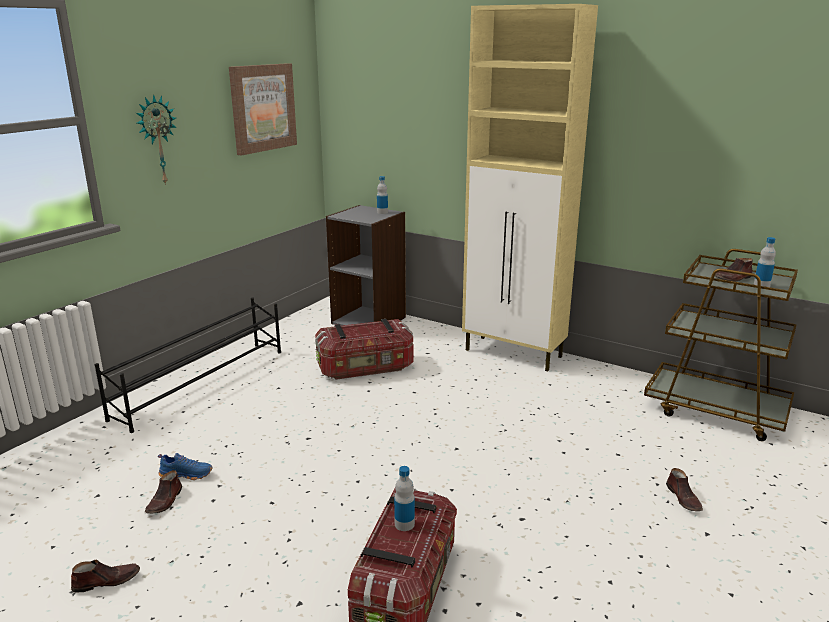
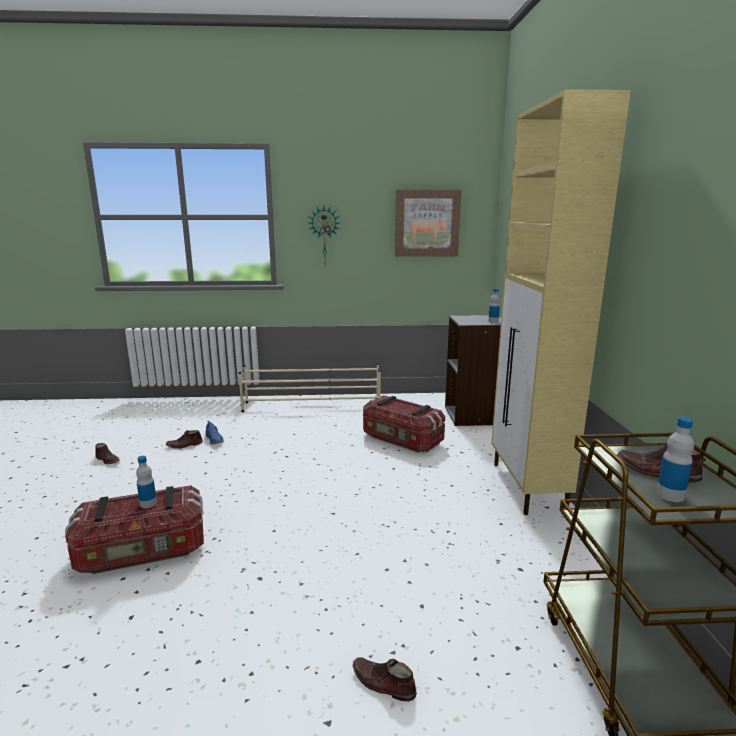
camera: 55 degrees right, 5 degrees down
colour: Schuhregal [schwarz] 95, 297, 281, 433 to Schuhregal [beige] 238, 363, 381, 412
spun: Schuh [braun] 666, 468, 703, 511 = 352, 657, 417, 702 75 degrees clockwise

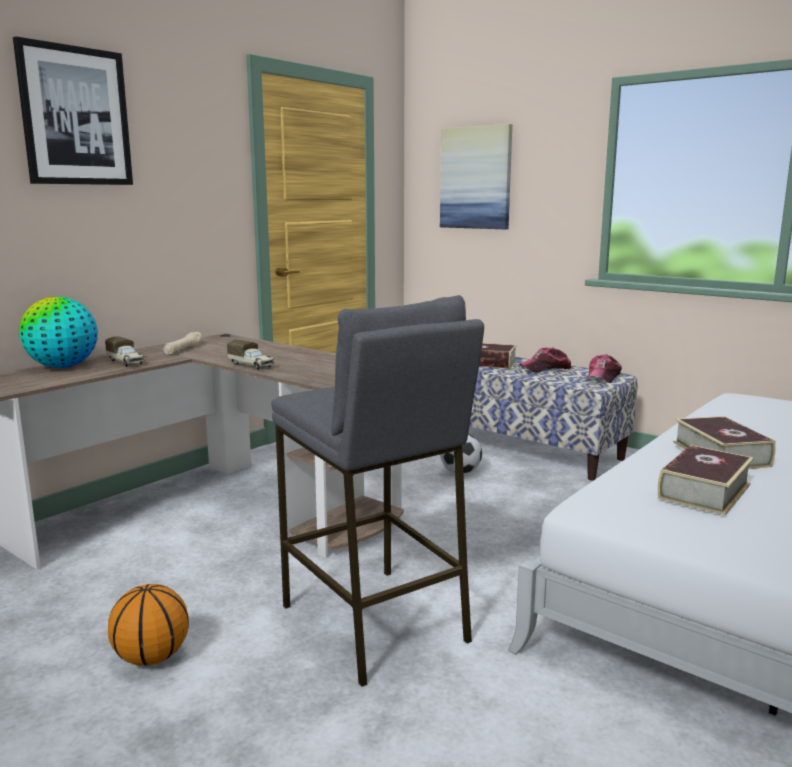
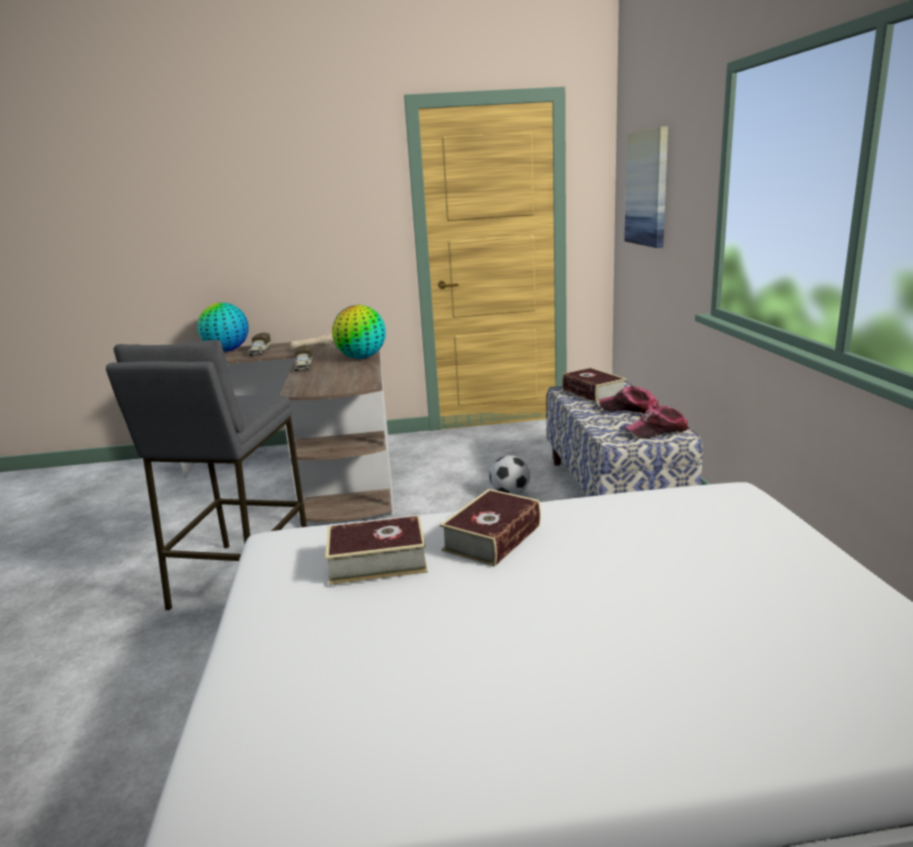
camera: 45 degrees right, 5 degrees up
missing: Bild 13, 36, 133, 185; Basketball 108, 584, 189, 666
appeared: Globus 332, 305, 386, 359

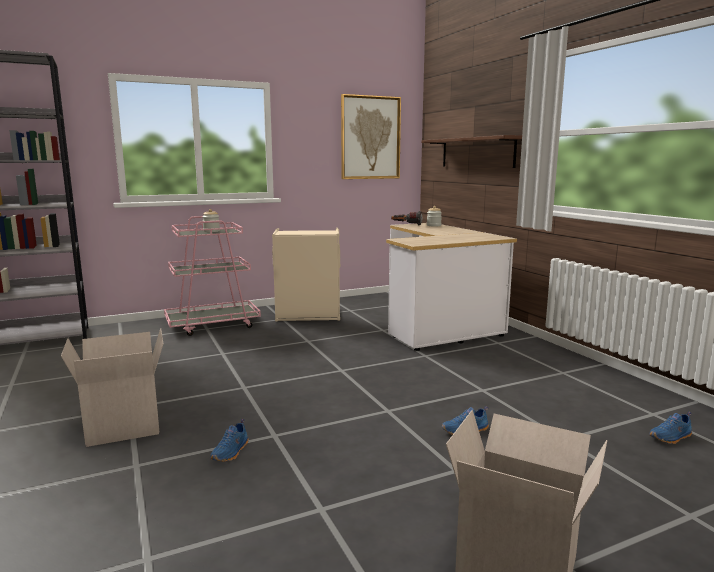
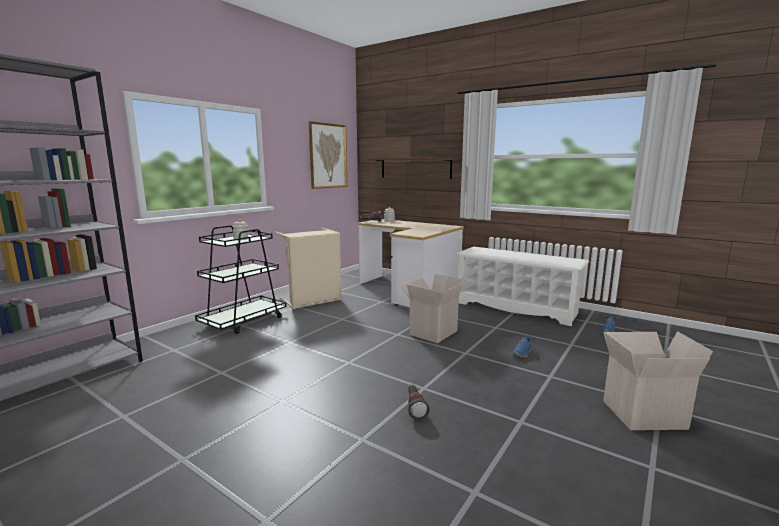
camera: 30 degrees left, 0 degrees up
appeared: Schuhregal [weiß] 456, 247, 589, 326
relocated: Karton 61, 328, 163, 447 to 401, 274, 464, 343
exchanged: Schuh [blau] 210, 419, 248, 462 to Taschenlampe 408, 385, 430, 420
colour: Rollwagen [rosa] 164, 216, 261, 336 to Rollwagen [schwarz] 195, 225, 286, 334

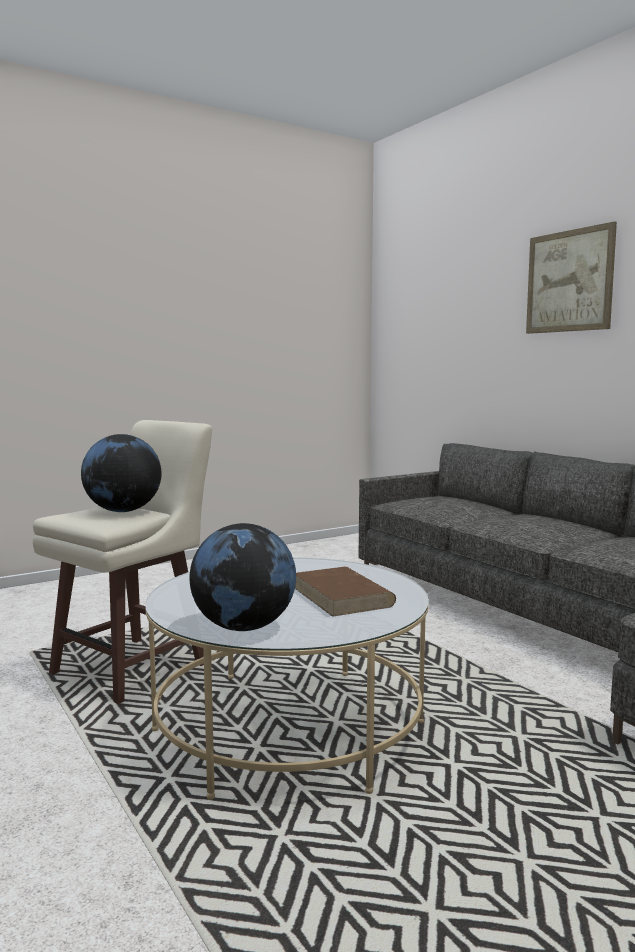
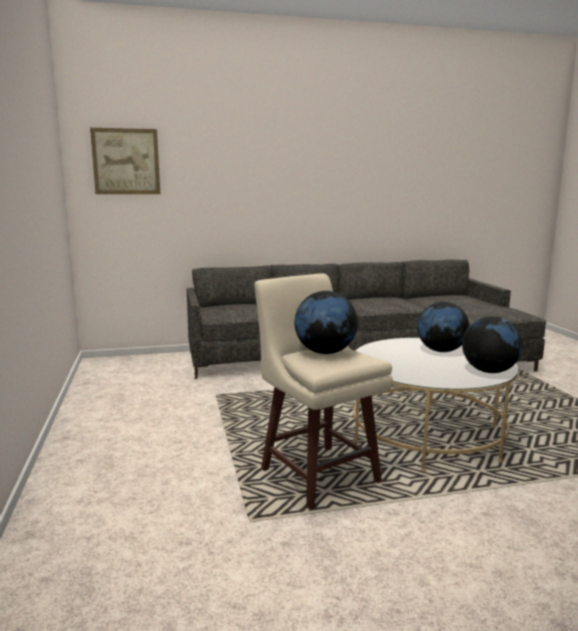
camera: 70 degrees left, 5 degrees up
relocated: Bild 526, 221, 617, 334 to 90, 128, 160, 194
exchanged: Buch [braun] 295, 567, 396, 617 to Globus 417, 302, 470, 352

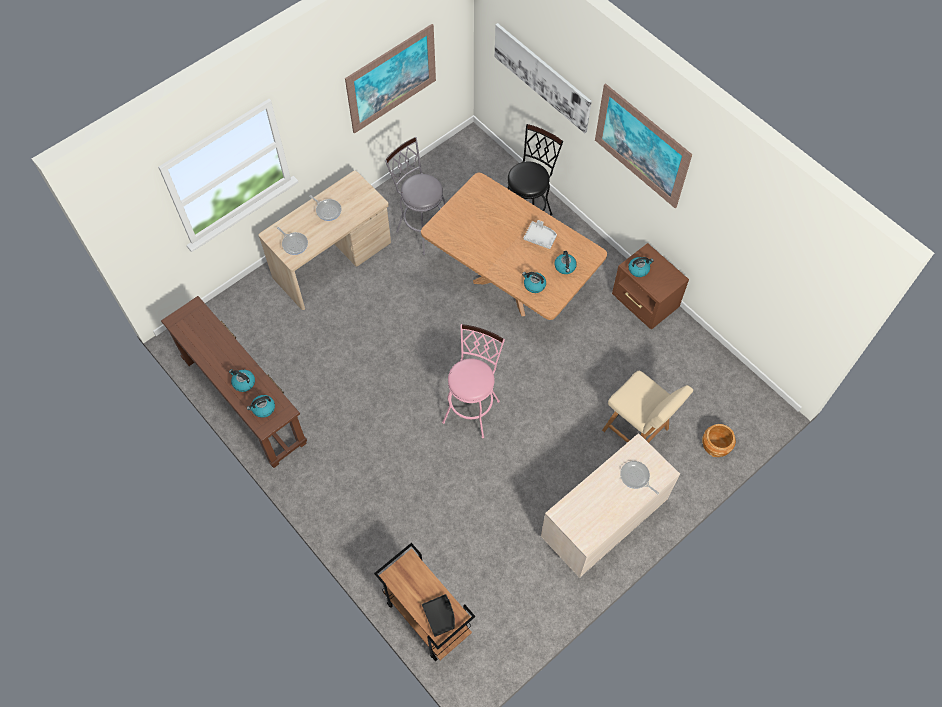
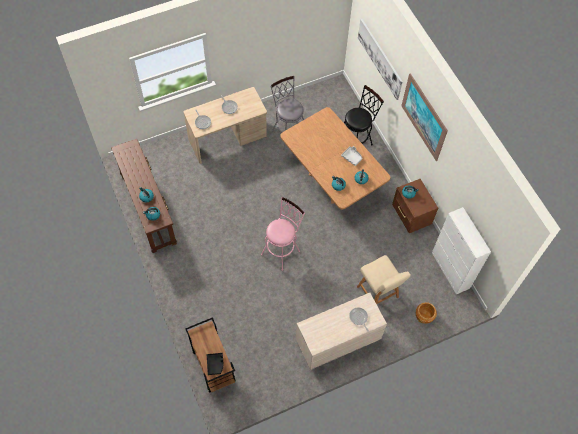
camera: 15 degrees right, 0 degrees up
missing: Bild 345, 24, 436, 134
appeared: Schrank [weiß] 432, 207, 491, 294

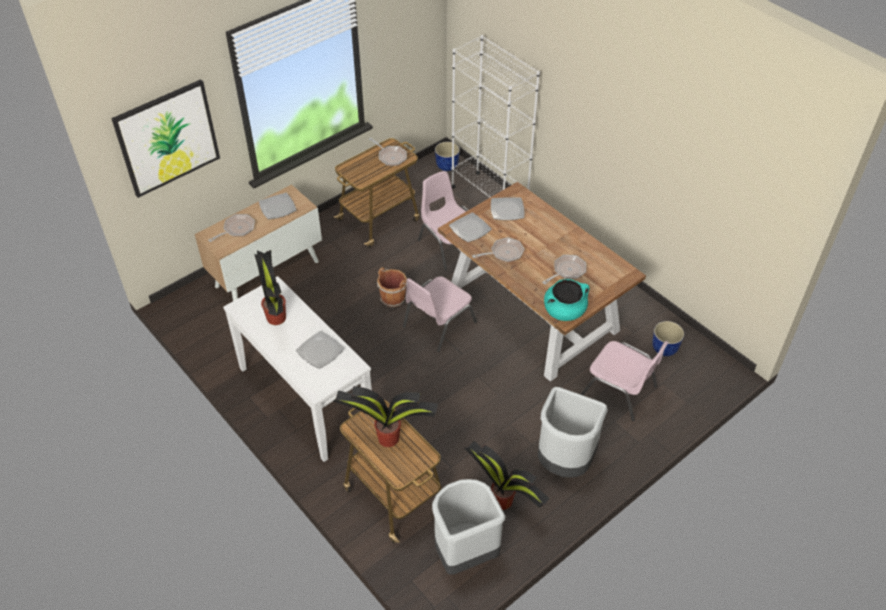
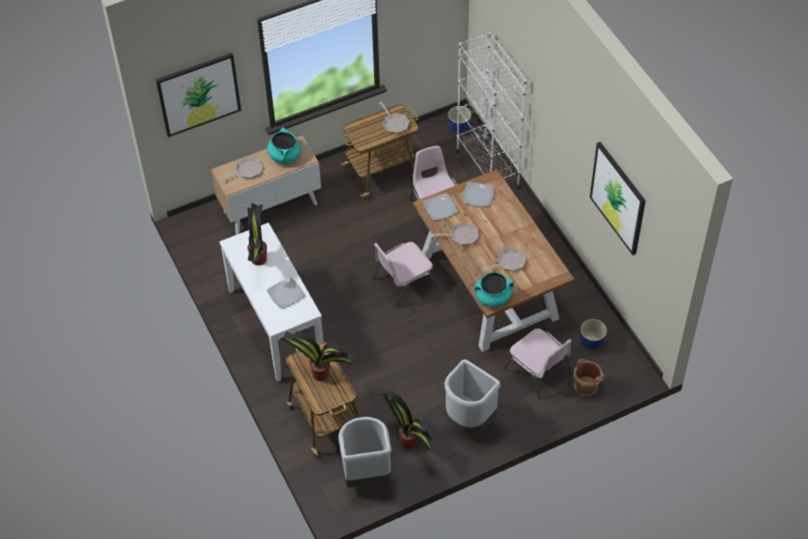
camera: 15 degrees right, 5 degrees up
appeared: Bild 590, 142, 646, 255
relocated: Eimer [braun] 377, 267, 407, 307 to 573, 359, 604, 396
exchanged: Teller 259, 193, 296, 219 to Kochtopf [türkis] 267, 127, 301, 164

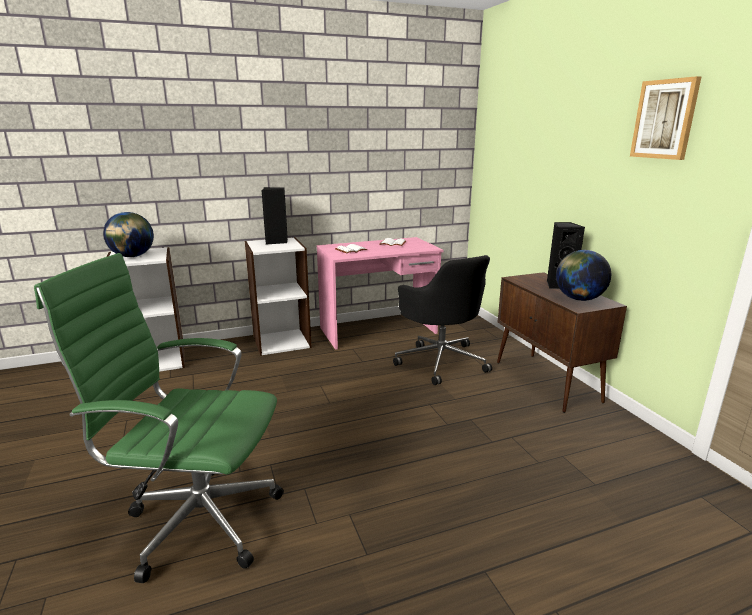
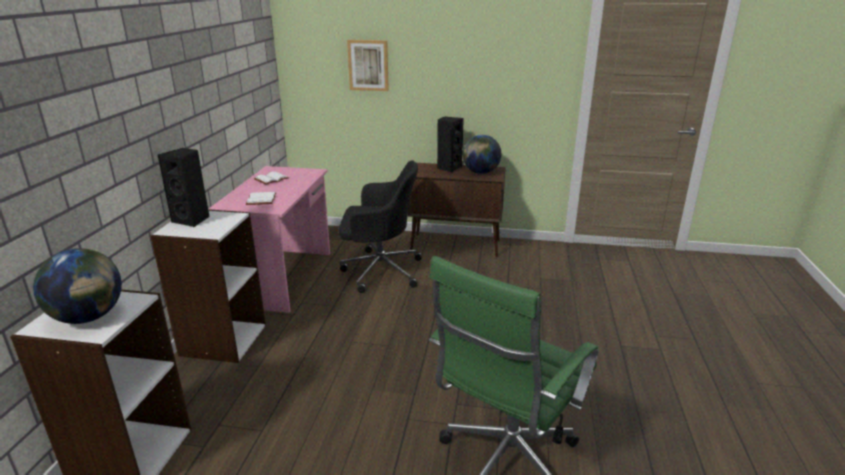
camera: 60 degrees left, 5 degrees up
relocated: Bild 630, 76, 701, 160 to 347, 40, 389, 91

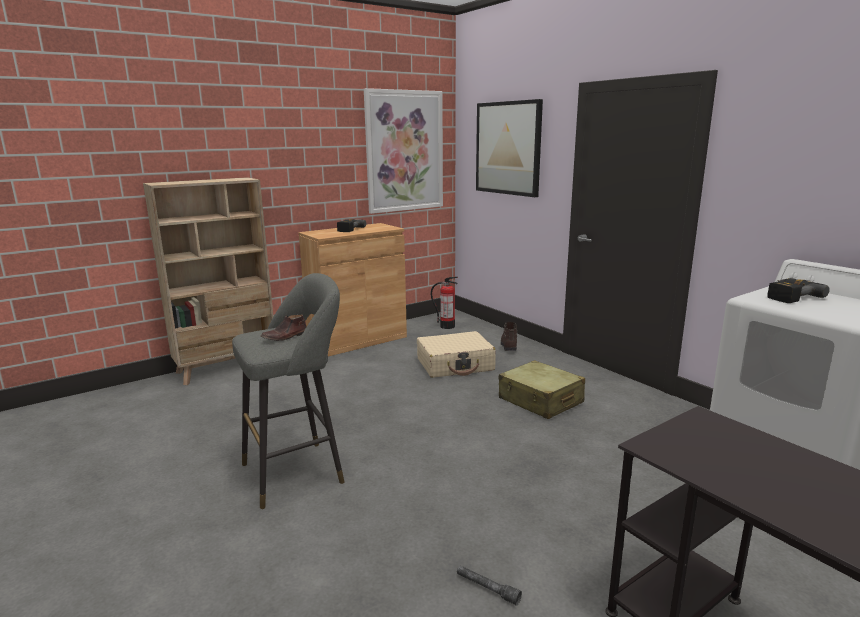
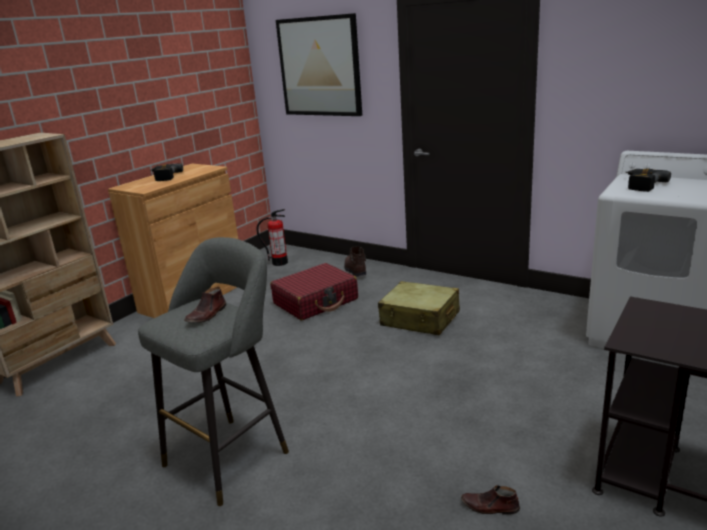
camera: 20 degrees left, 5 degrees up
missing: Bild 364, 88, 443, 214
exchanged: Taschenlampe [grau] 457, 565, 522, 606 to Schuh [braun] 461, 485, 520, 515
colour: Koffer [beige] 417, 331, 496, 378 to Koffer [rot] 270, 263, 358, 320

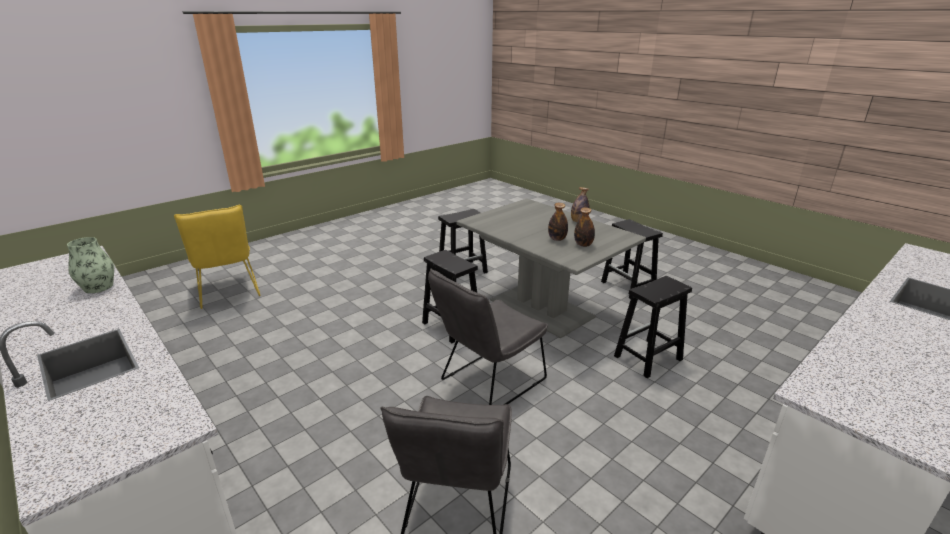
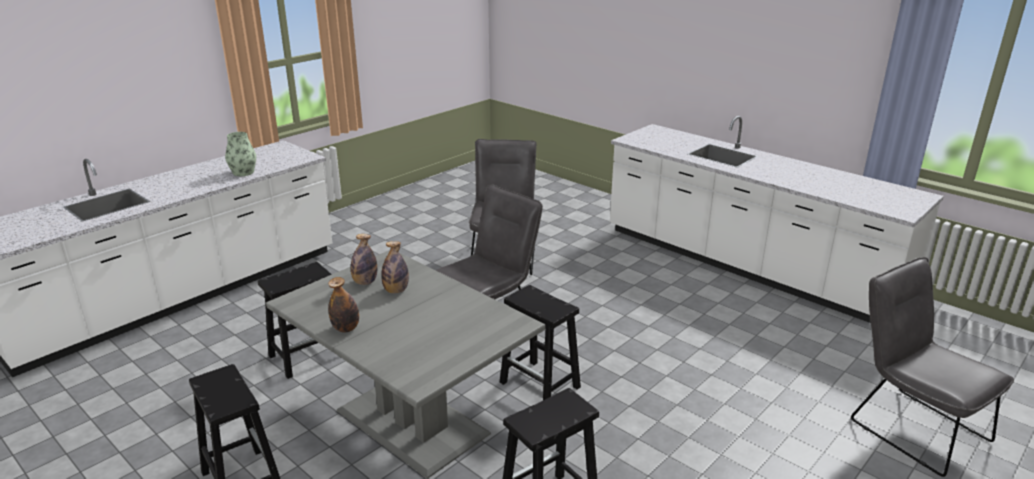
camera: 175 degrees right, 0 degrees up
relocated: Vase 67, 237, 114, 293 to 225, 132, 256, 176
colour: Stuhl [gelb] 174, 205, 261, 309 to Stuhl [grau] 851, 257, 1014, 477

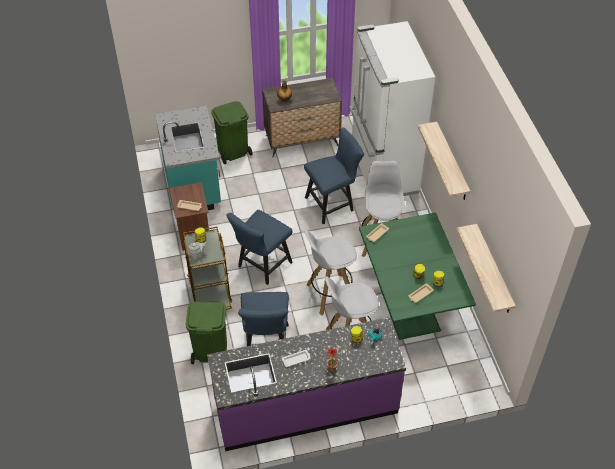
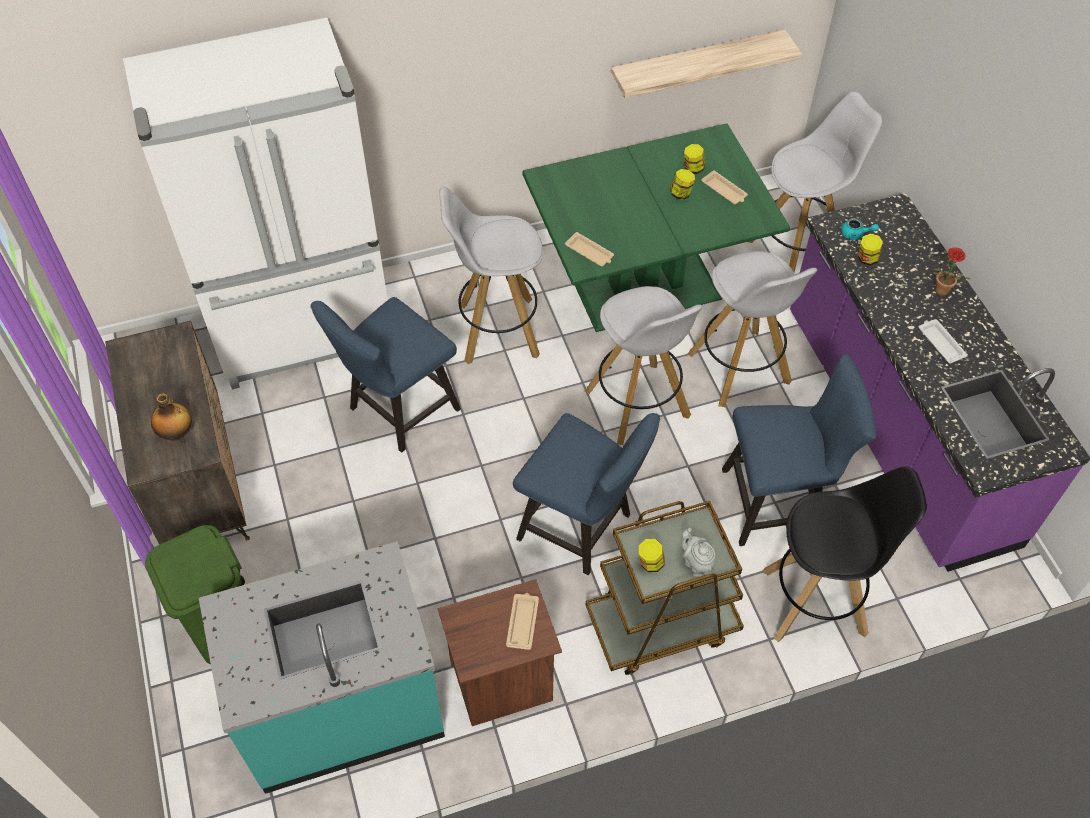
camera: 95 degrees left, 5 degrees up
missing: Wandregal 418, 122, 470, 200
appeared: Hocker [weiß] 748, 92, 883, 272
exchanged: Mülleimer [grün] 186, 301, 227, 364 to Hocker [schwarz] 762, 467, 927, 642
spun: Stuhl [blau] 304, 127, 364, 224 = 311, 297, 461, 453 105 degrees counterclockwise

